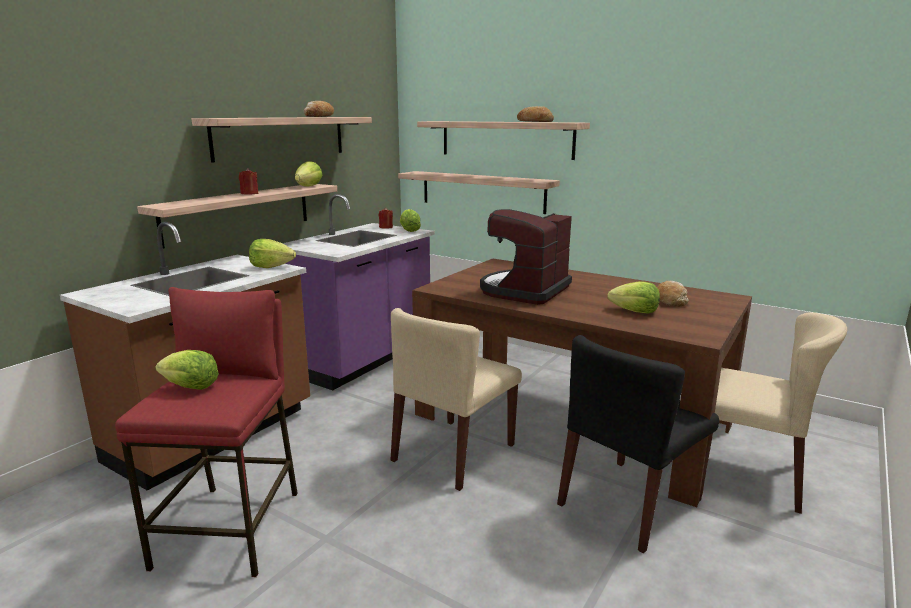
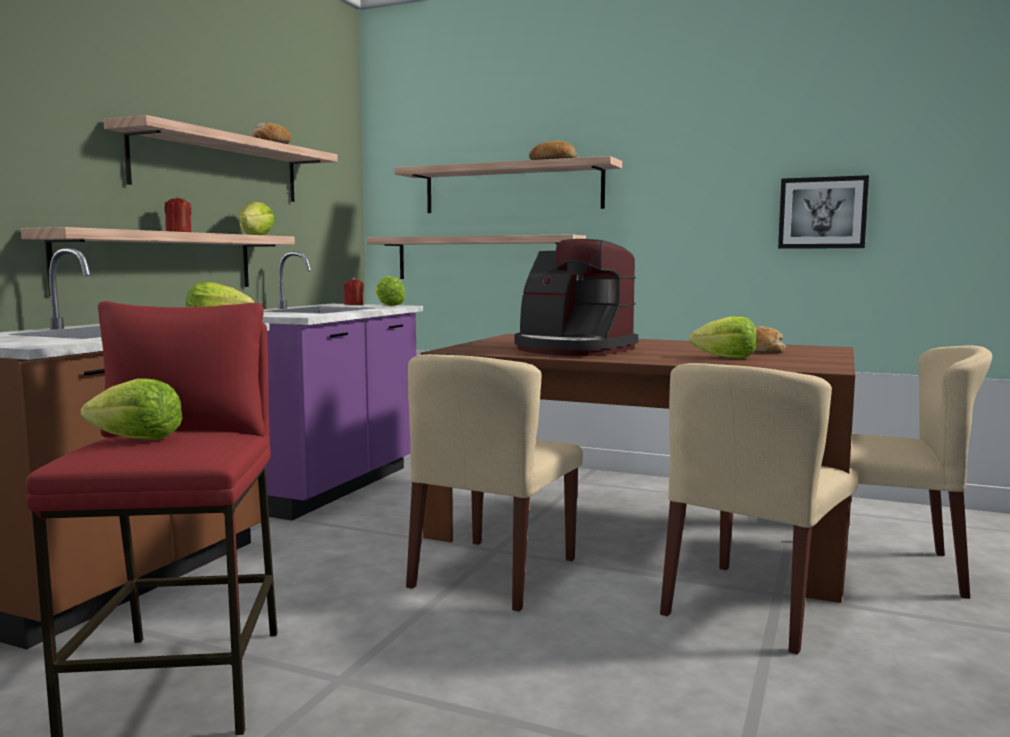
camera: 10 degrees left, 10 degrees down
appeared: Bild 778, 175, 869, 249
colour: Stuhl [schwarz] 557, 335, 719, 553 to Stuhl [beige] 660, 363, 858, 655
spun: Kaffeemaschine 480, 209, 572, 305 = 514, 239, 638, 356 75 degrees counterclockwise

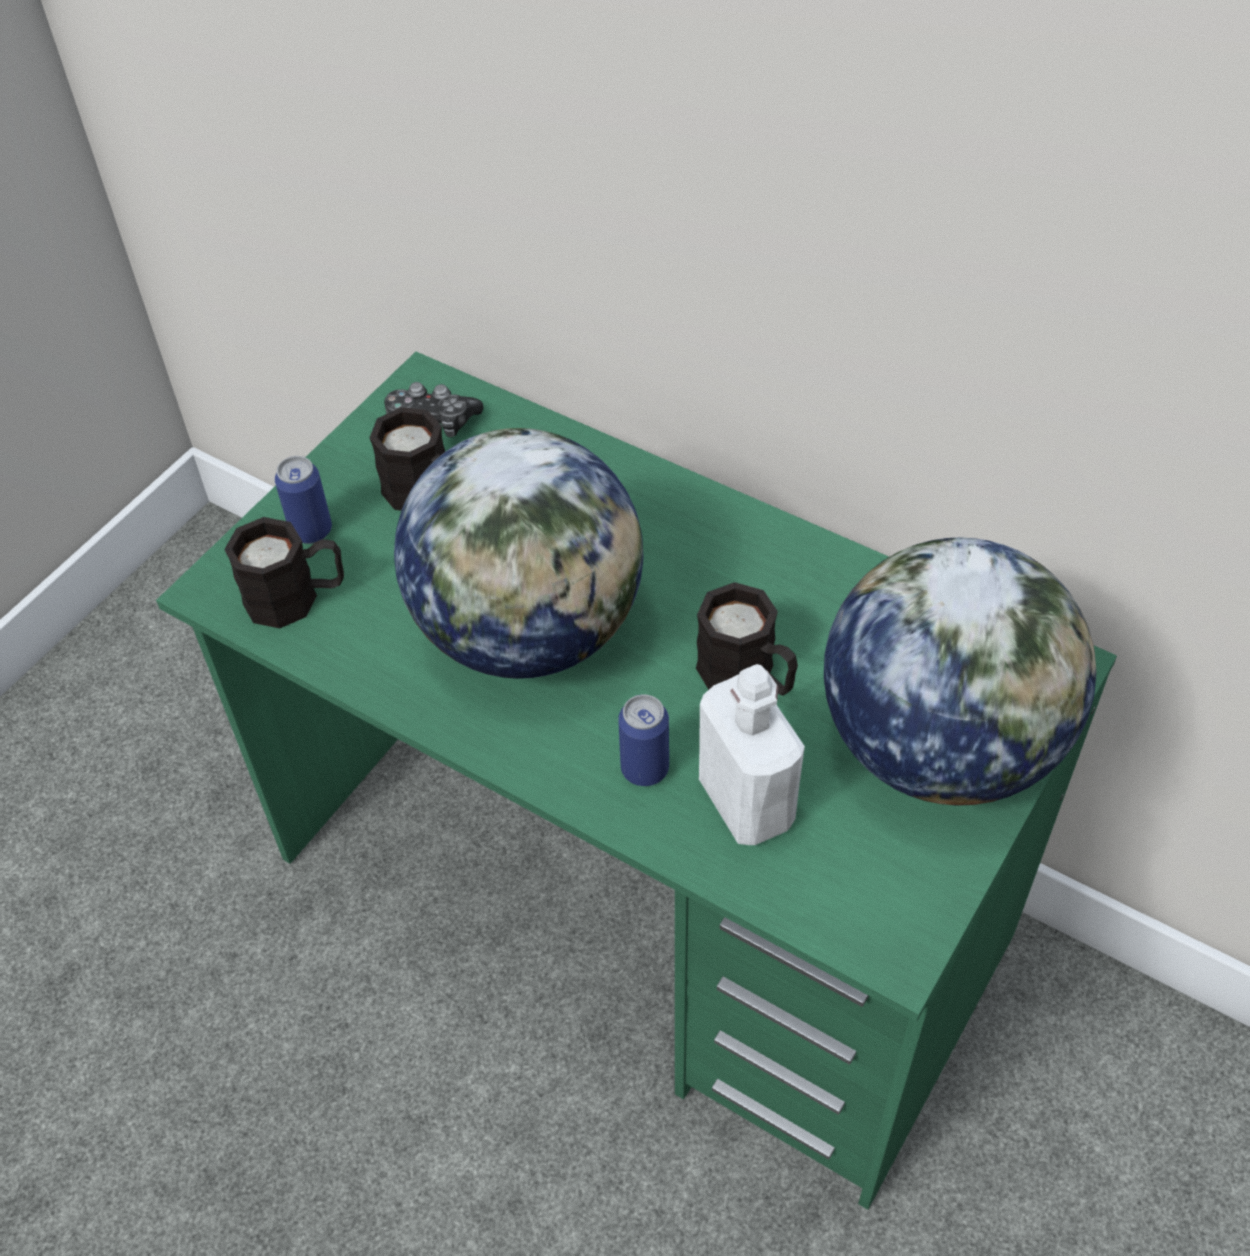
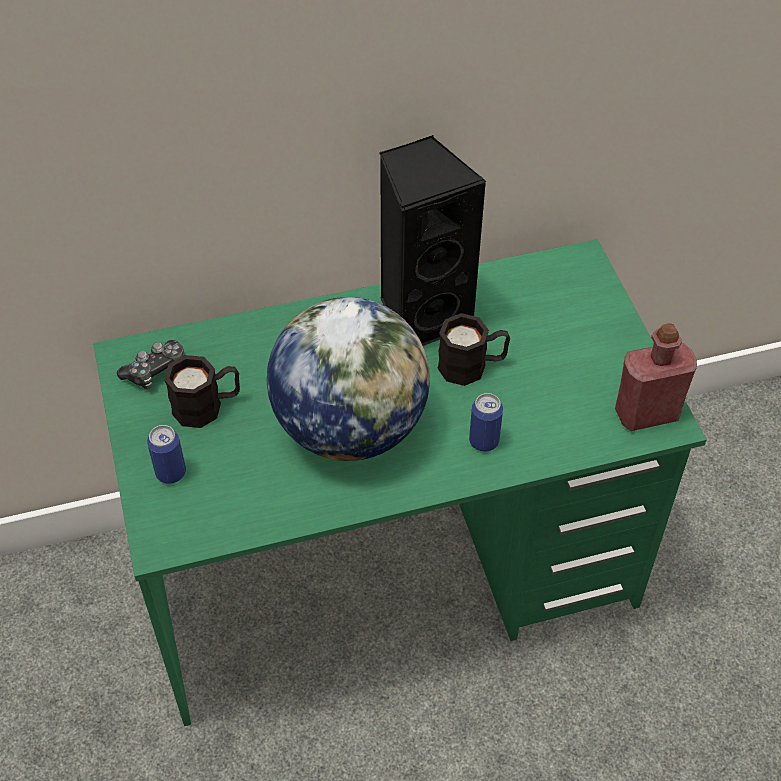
camera: 50 degrees left, 0 degrees up
missing: Henkelbecher [schwarz] 224, 517, 344, 628; Flasche [weiß] 699, 664, 805, 845; Globus 824, 537, 1096, 806
appeared: Lautsprecher [schwarz] 379, 135, 487, 346; Flasche [rot] 615, 323, 697, 431

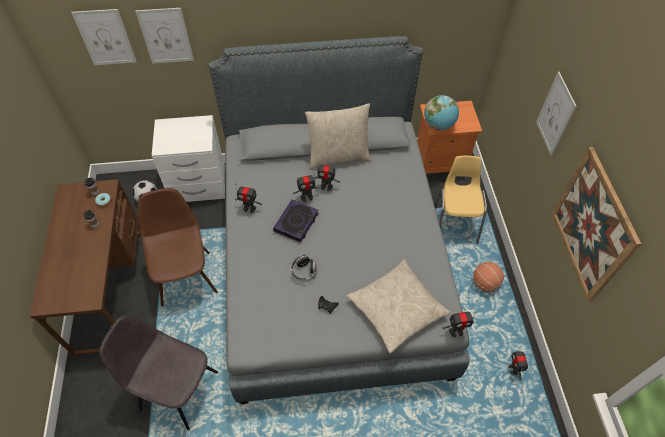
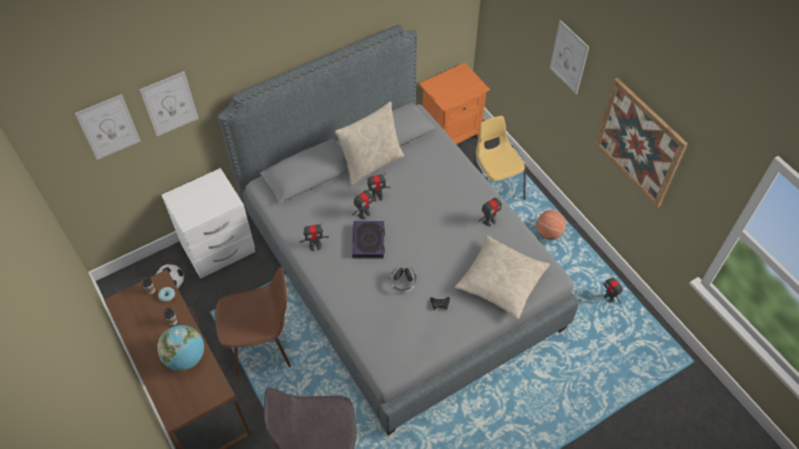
camera: 25 degrees left, 0 degrees up
relocated: Globus 424, 95, 459, 130 to 157, 325, 204, 371; Spielzeugroboter 443, 312, 476, 337 to 478, 194, 502, 226
spun: Stuhl [braun] 138, 188, 218, 307 = 215, 267, 291, 377 120 degrees clockwise

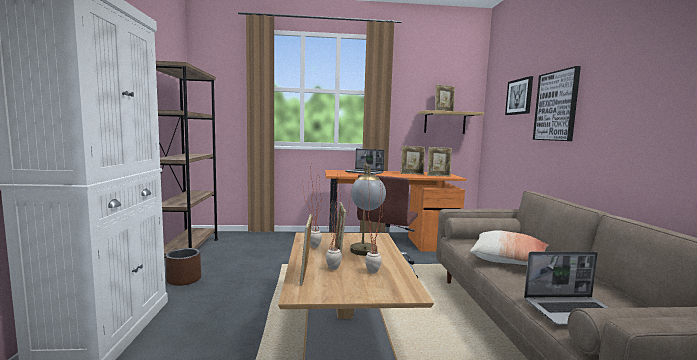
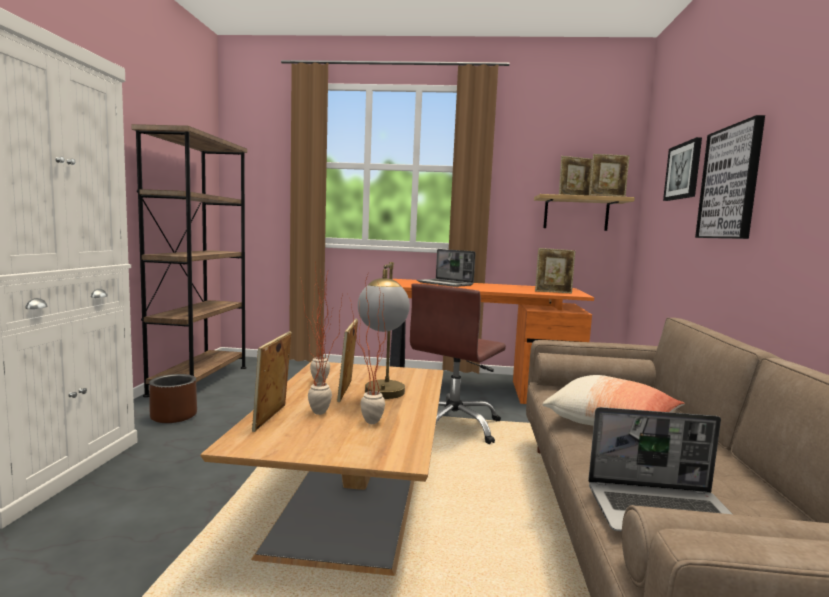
camera: 10 degrees right, 0 degrees up
relocated: Bilderrahmen 400, 146, 426, 175 to 589, 154, 630, 197

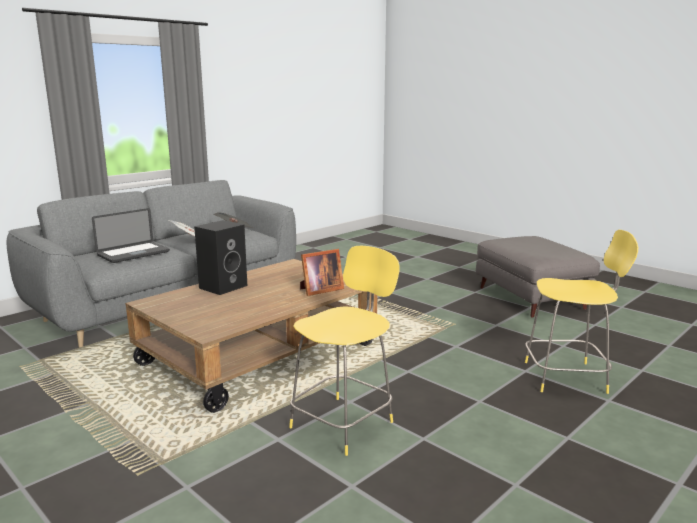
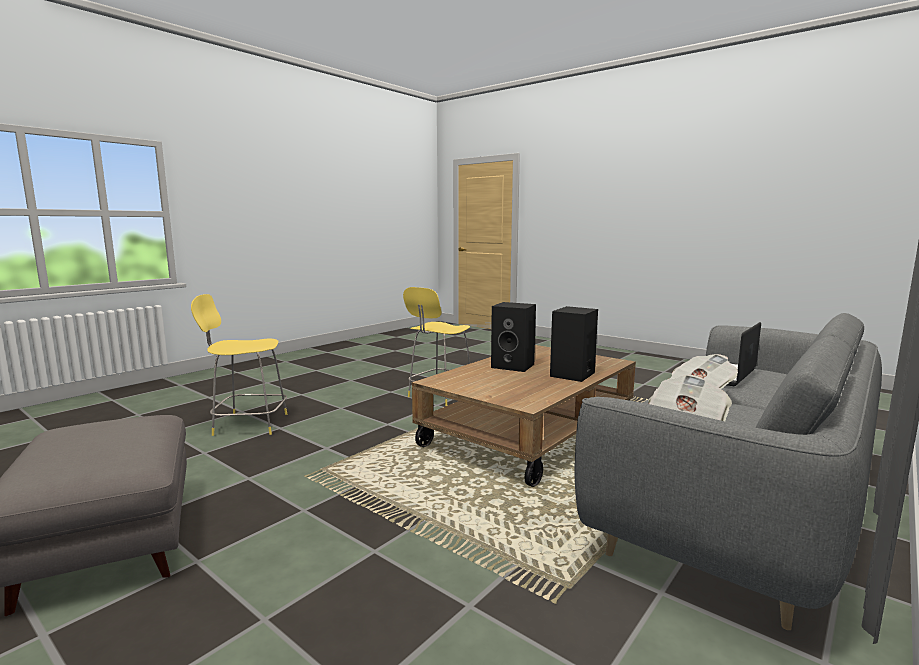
camera: 175 degrees right, 5 degrees down
missing: Bilderrahmen 300, 249, 344, 296
appeared: Lautsprecher [schwarz] 491, 302, 536, 372

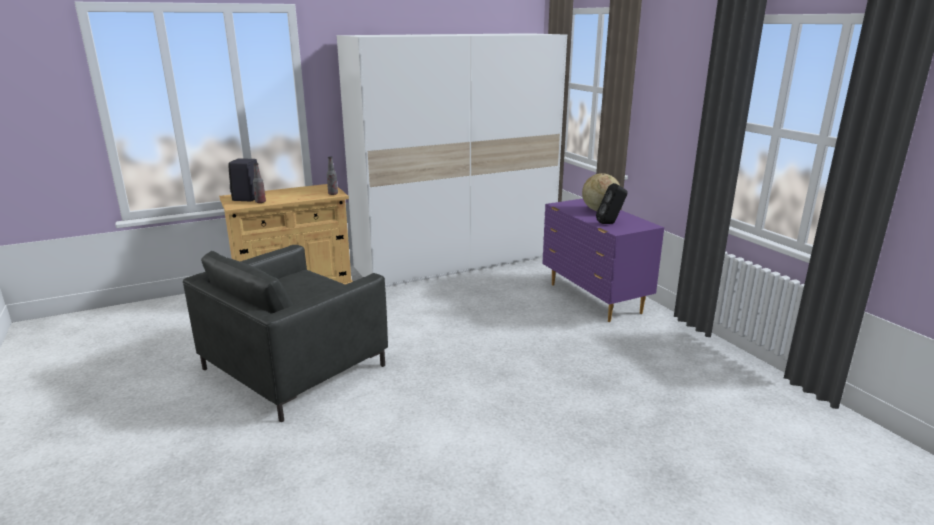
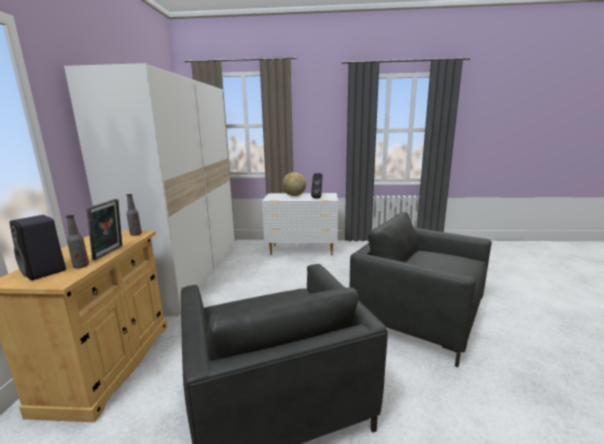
camera: 60 degrees left, 5 degrees down
appeared: Bilderrahmen 86, 199, 122, 260; Sessel [grau] 350, 212, 492, 367
colour: Kommode [lila] 542, 199, 664, 322 to Kommode [weiß] 262, 193, 338, 255

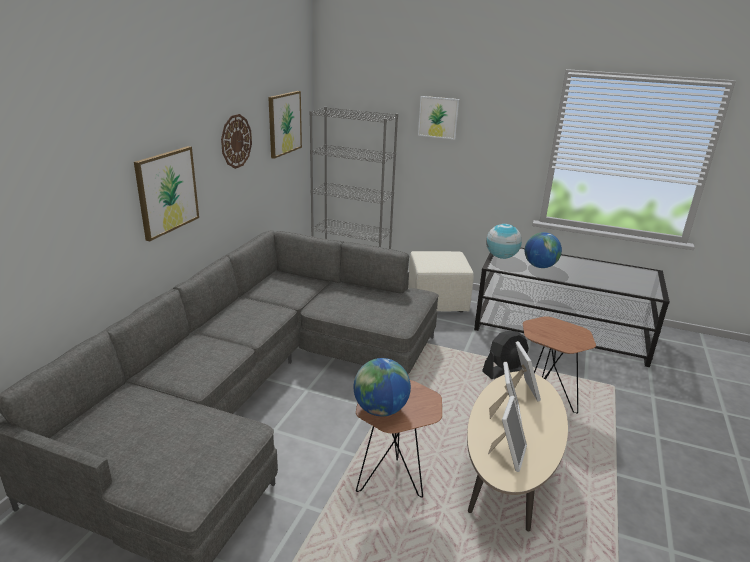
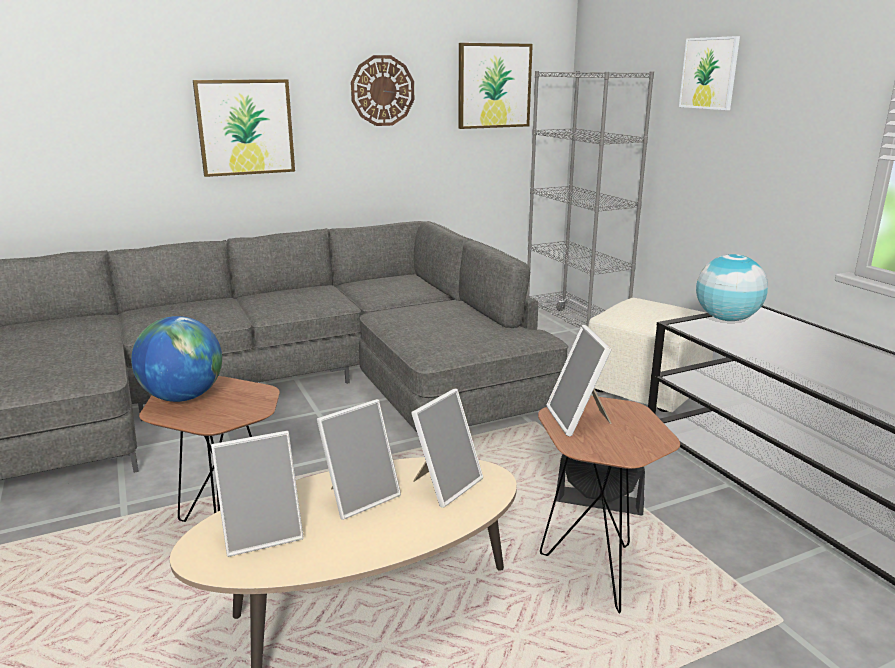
camera: 45 degrees right, 5 degrees down
missing: Globus 524, 232, 562, 268
appeared: Bilderrahmen 546, 325, 612, 436

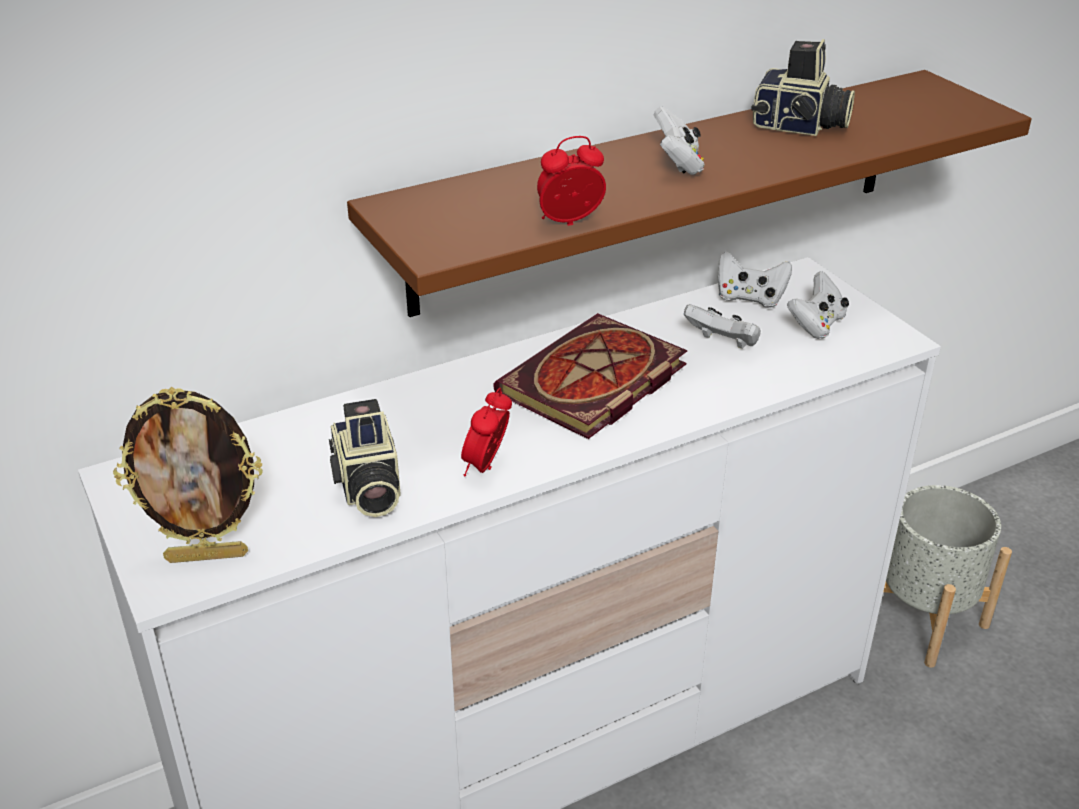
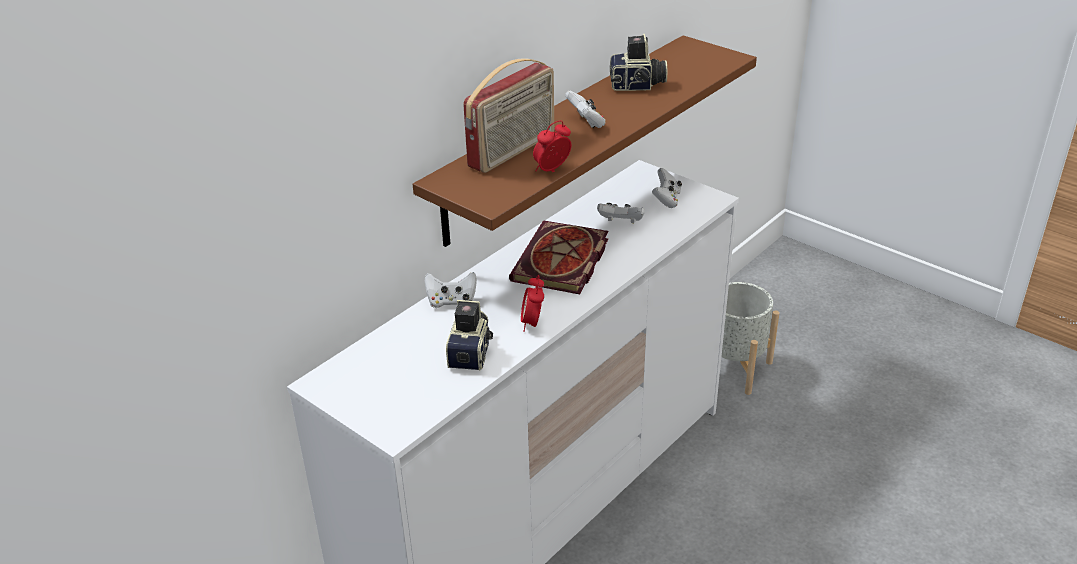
camera: 20 degrees left, 0 degrees up
missing: Bilderrahmen 113, 387, 263, 563
appeared: Radio 463, 58, 554, 173
relocated: Gamepad [weiß] 718, 251, 792, 308 to 425, 272, 477, 308
spun: Kamera 329, 399, 401, 517 = 446, 299, 493, 371 135 degrees counterclockwise

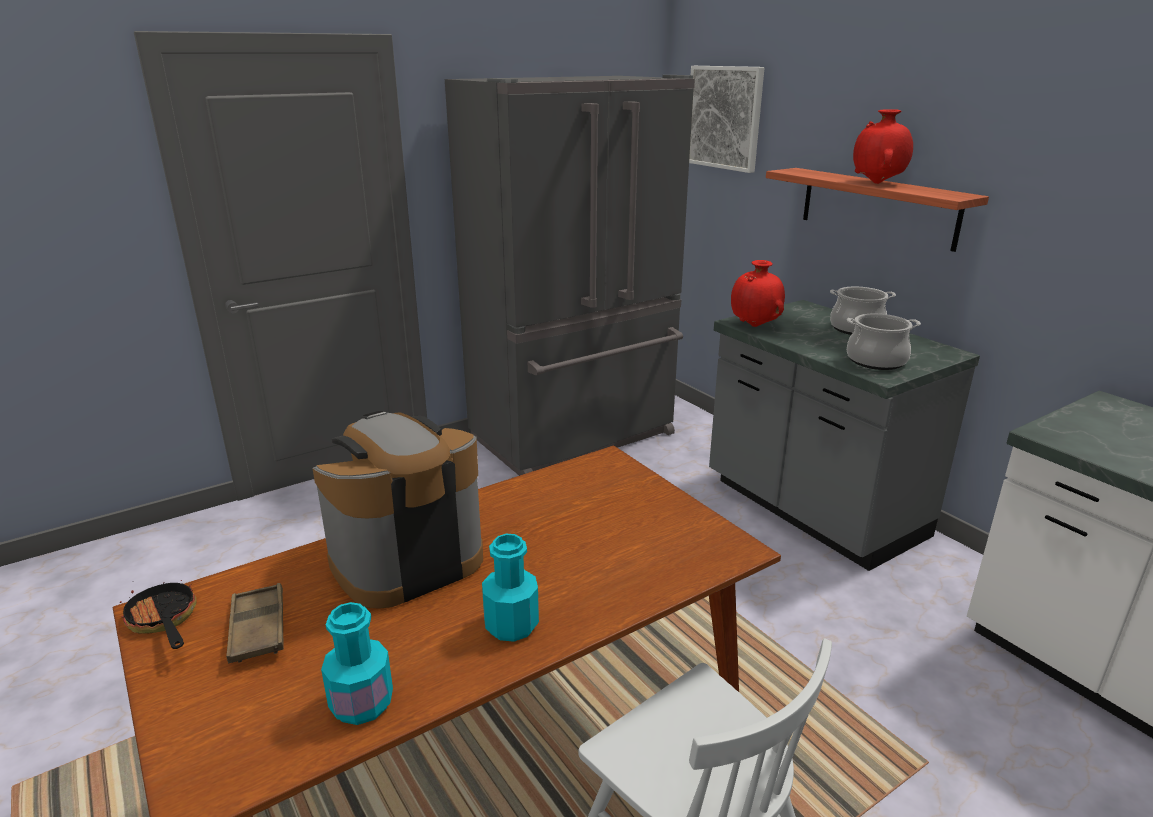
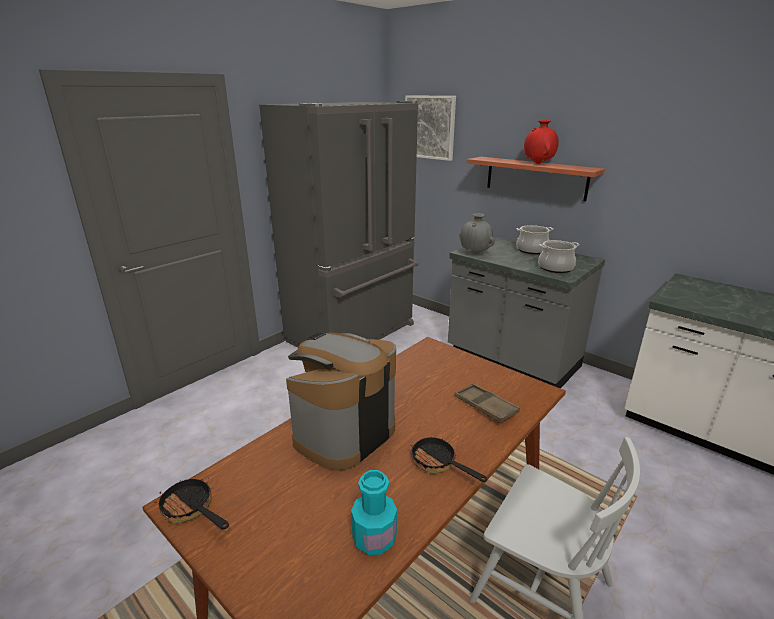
camera: 15 degrees left, 0 degrees up
relocated: Tablett [braun] 226, 583, 284, 664 to 455, 383, 520, 422
exchanged: Flasche [türkis] 482, 534, 539, 642 to Pfanne 411, 435, 487, 482
colour: Vase [rot] 731, 260, 785, 327 to Vase [grau] 459, 213, 495, 254

